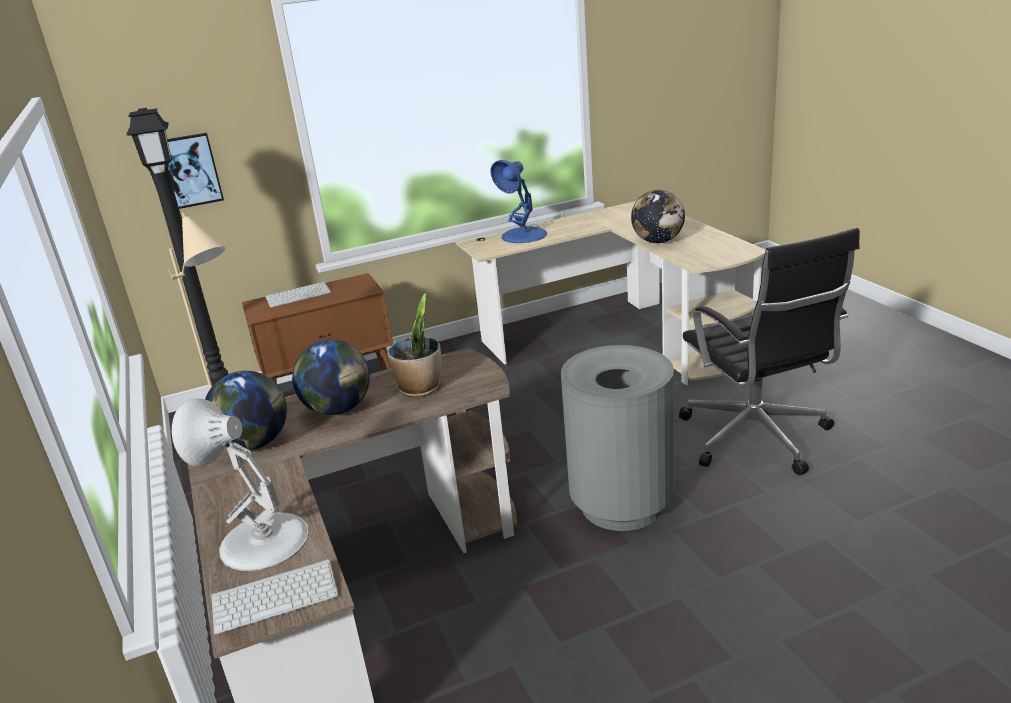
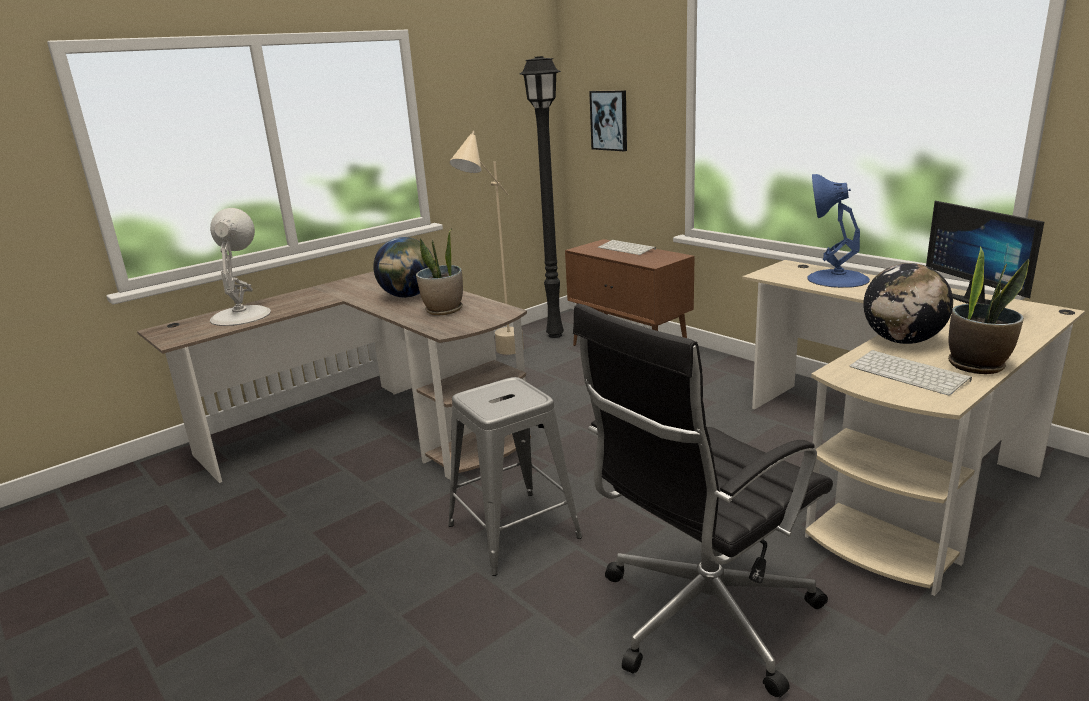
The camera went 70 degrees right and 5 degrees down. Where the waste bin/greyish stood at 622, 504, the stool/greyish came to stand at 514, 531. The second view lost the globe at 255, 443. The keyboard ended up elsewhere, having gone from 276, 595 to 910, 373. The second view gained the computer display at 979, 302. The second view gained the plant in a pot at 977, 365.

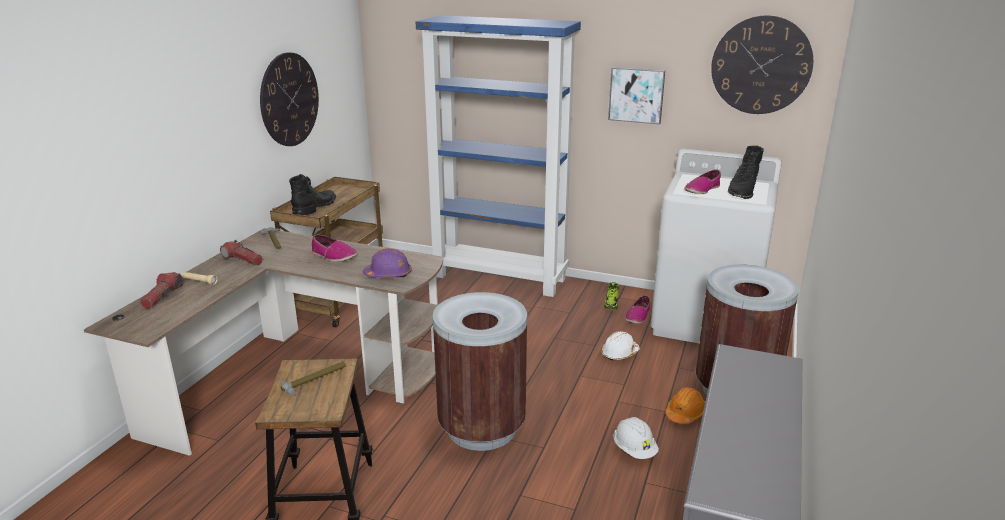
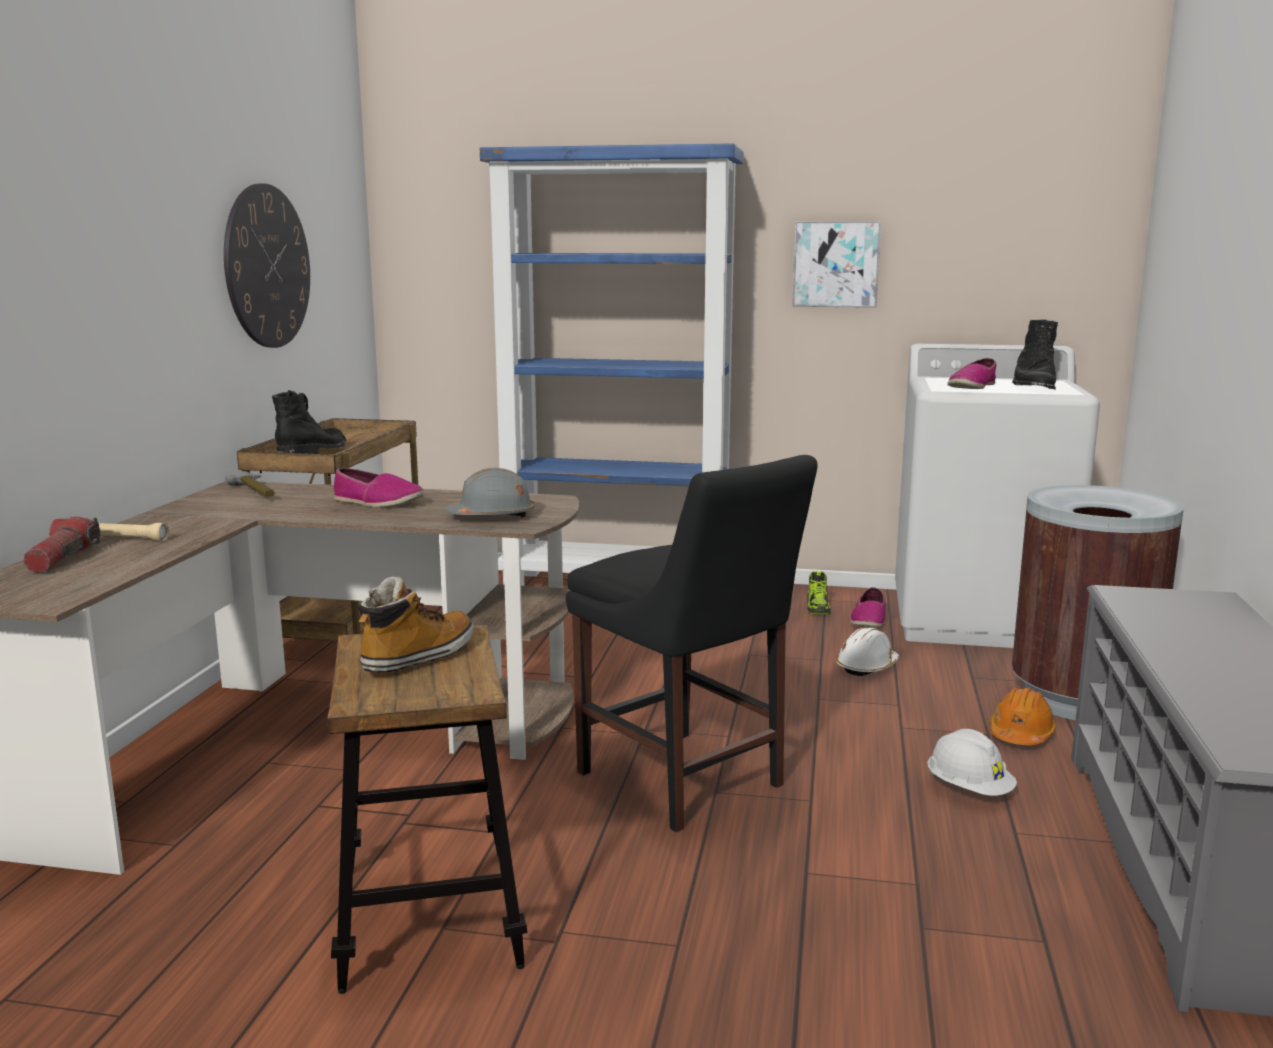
The camera went 10 degrees left and 10 degrees down. The second view lost the clock on the wall at 761, 65. The second view lost the hand torch at 242, 260. What was the safety helmet/purple at 388, 274 turned into the safety helmet/greyish at 492, 516. Where the waste bin/brown stood at 481, 428, the plain chair/blackish came to stand at 685, 783. Where the hand hammer stood at 314, 380, the high-top boot came to stand at 418, 656.

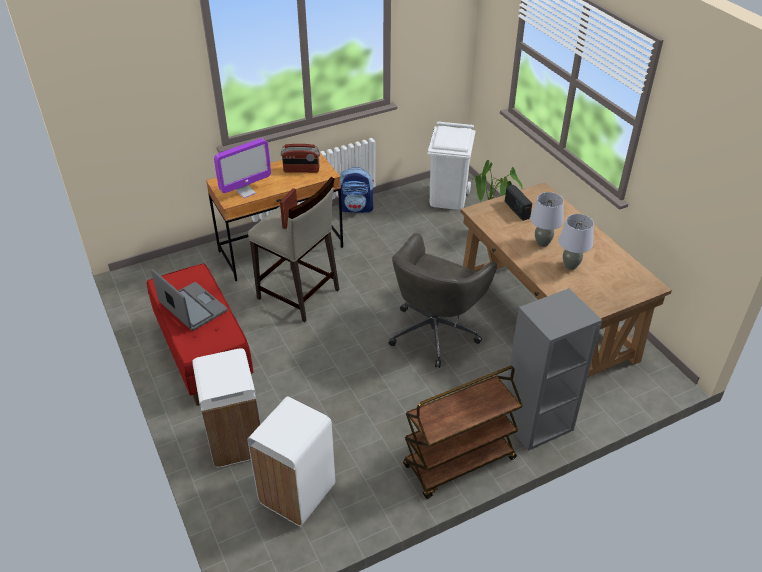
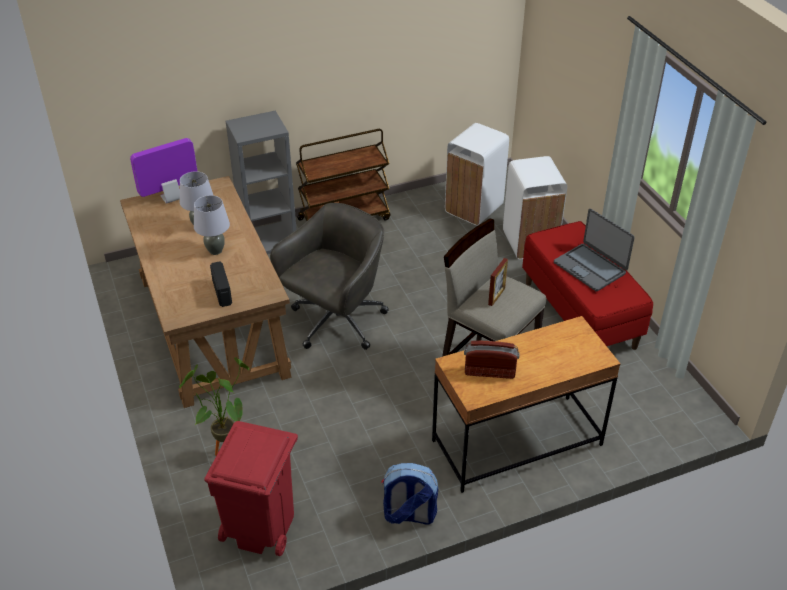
The camera went 175 degrees left and 0 degrees up. What was the waste bin/white at 448, 198 turned into the waste bin/red-coloured at 260, 527. The computer display ended up elsewhere, having gone from 246, 192 to 171, 198.

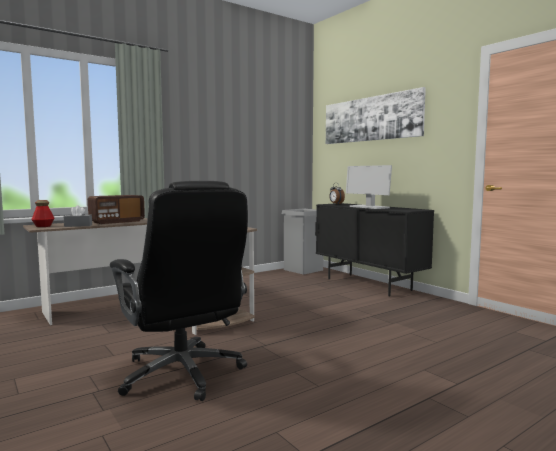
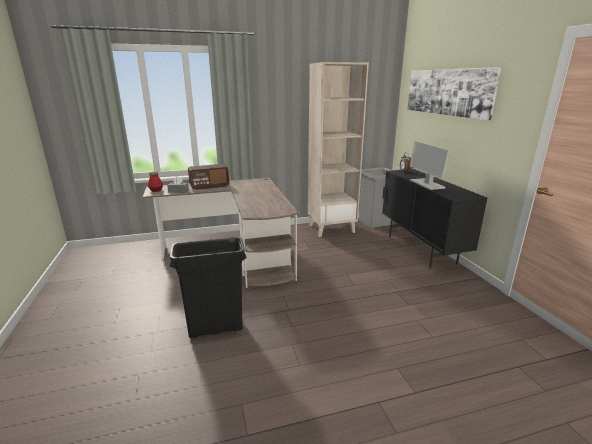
The camera went 20 degrees right and 15 degrees up. Where the desk chair/blackish stood at 183, 374, the waste bin/blackish came to stand at 215, 328. The second view gained the bookshelf/beige-coloured at 331, 228.

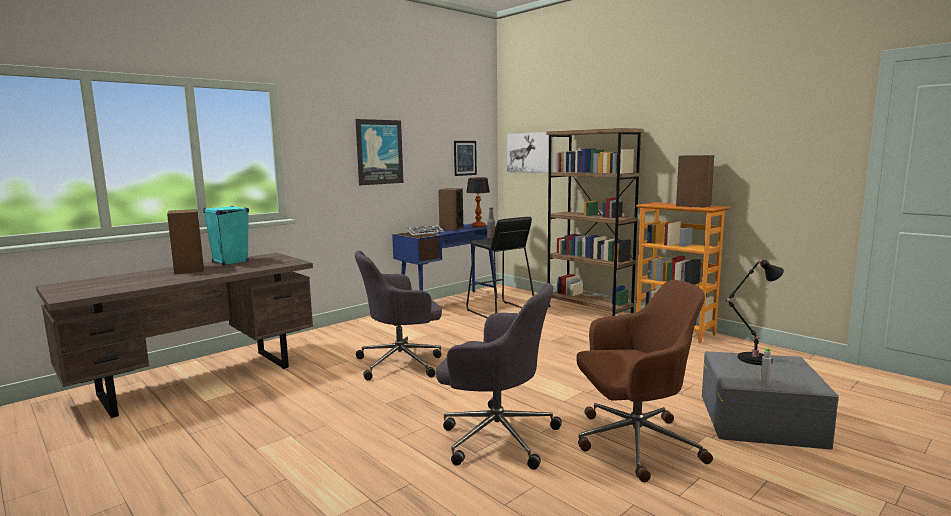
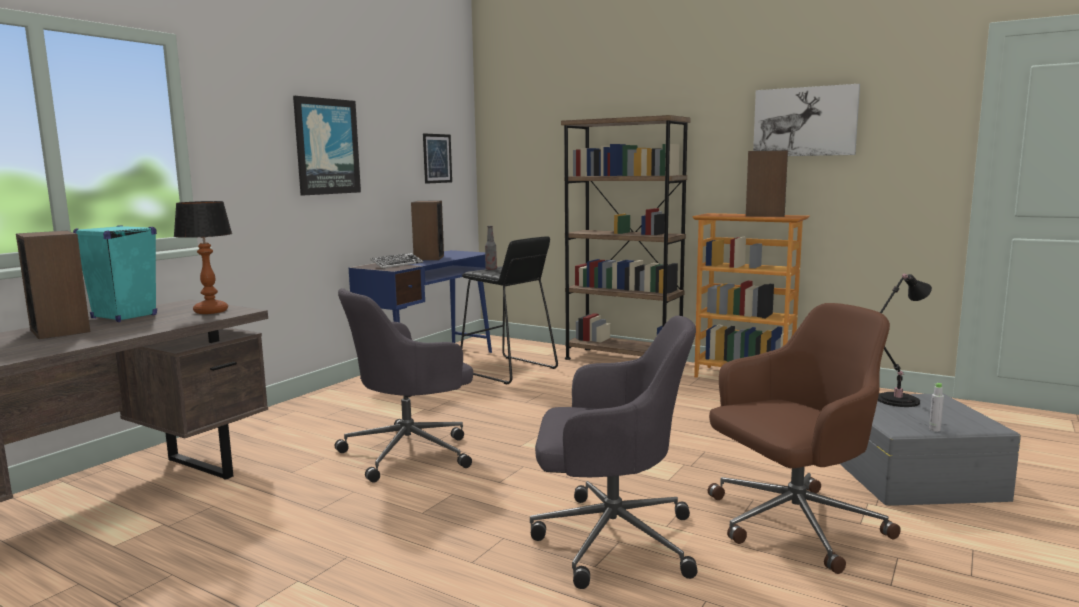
The camera went 15 degrees left and 0 degrees up. The wall picture ended up elsewhere, having gone from 530, 152 to 805, 122. The tabletop lamp ended up elsewhere, having gone from 478, 226 to 212, 311.

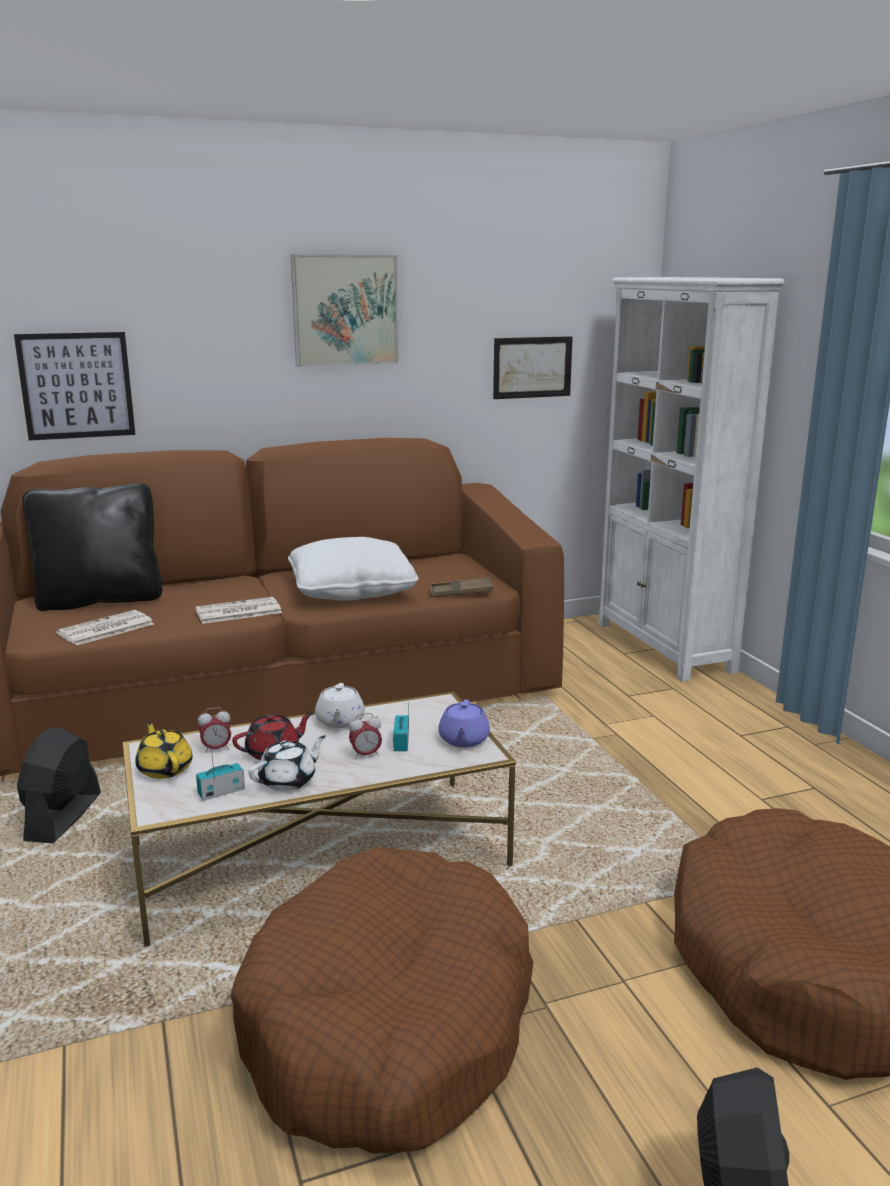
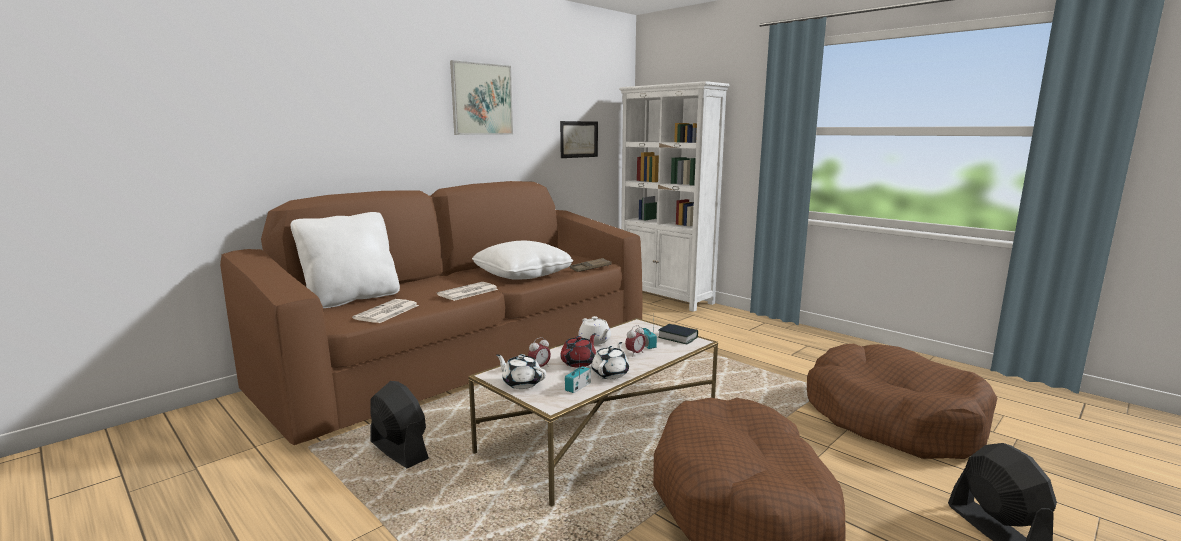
The camera went 25 degrees left and 5 degrees down. The second view lost the wall picture at 76, 385. What was the throw pillow/blackish at 100, 600 turned into the throw pillow/white at 352, 299. Where the pot for tea/purple stood at 463, 740, the bound book came to stand at 677, 337. What was the pot for tea/yellow-coloured at 165, 768 turned into the pot for tea/white at 521, 383. The electric fan/blackish at 63, 818 ended up facing another way, 150 degrees clockwise from before.

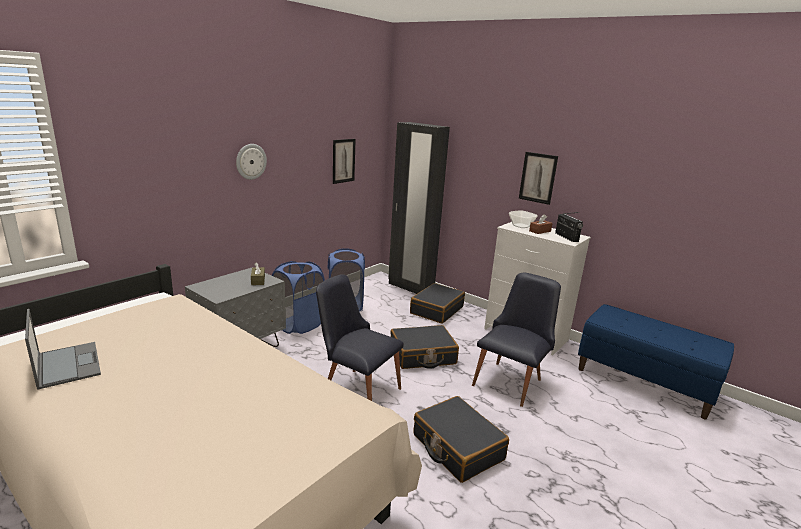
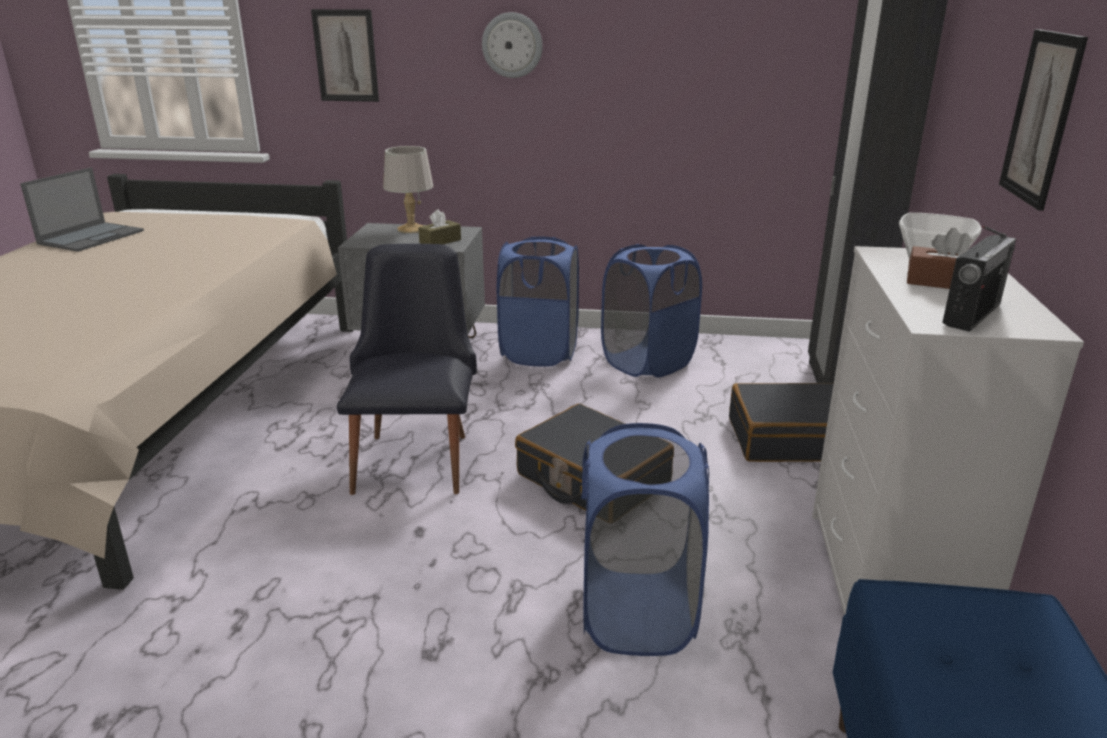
The camera went 60 degrees right and 5 degrees up. The wall picture ended up elsewhere, having gone from 343, 161 to 346, 56. Where the plain chair/blackish stood at 511, 380, the washing basket/blue came to stand at 637, 614. The second view lost the travel case/blackish at 457, 447. The second view gained the tabletop lamp/greyish at 410, 229.

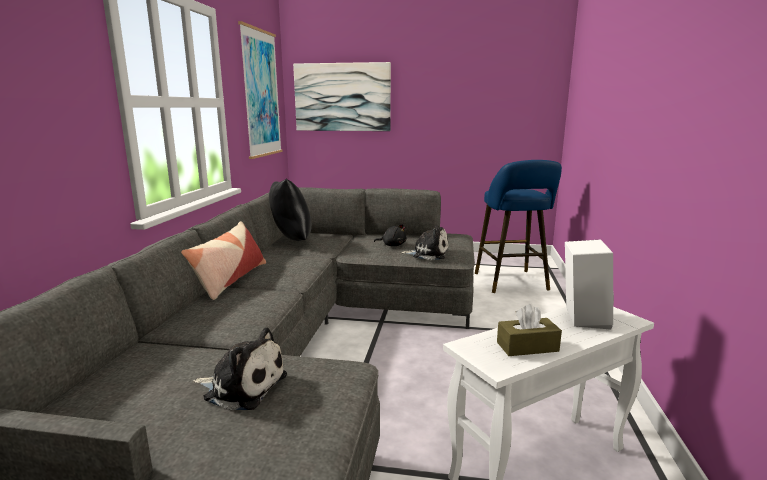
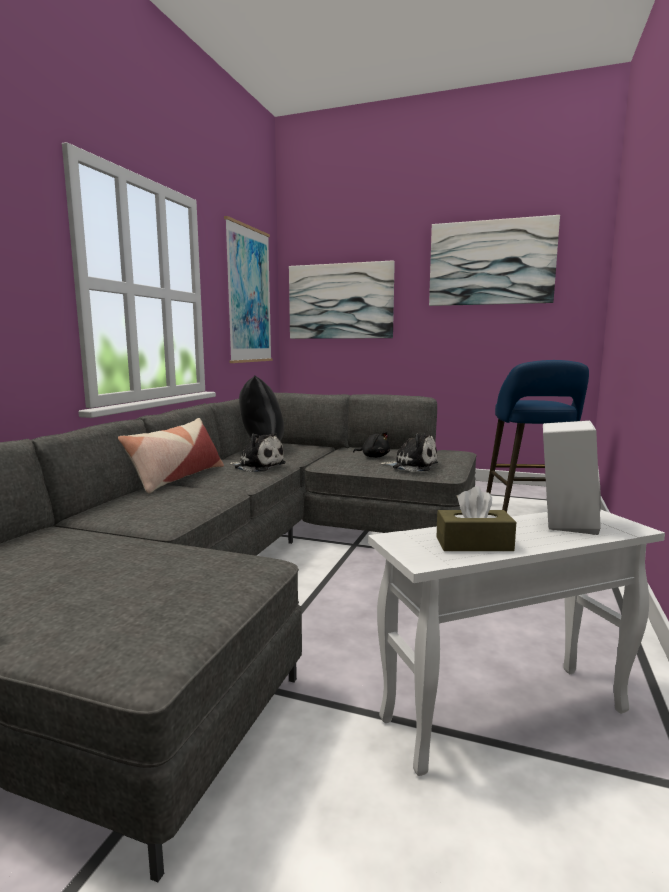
The camera went 10 degrees right and 5 degrees down. The cuddly toy ended up elsewhere, having gone from 242, 386 to 258, 466. The second view gained the wall picture at 491, 263.

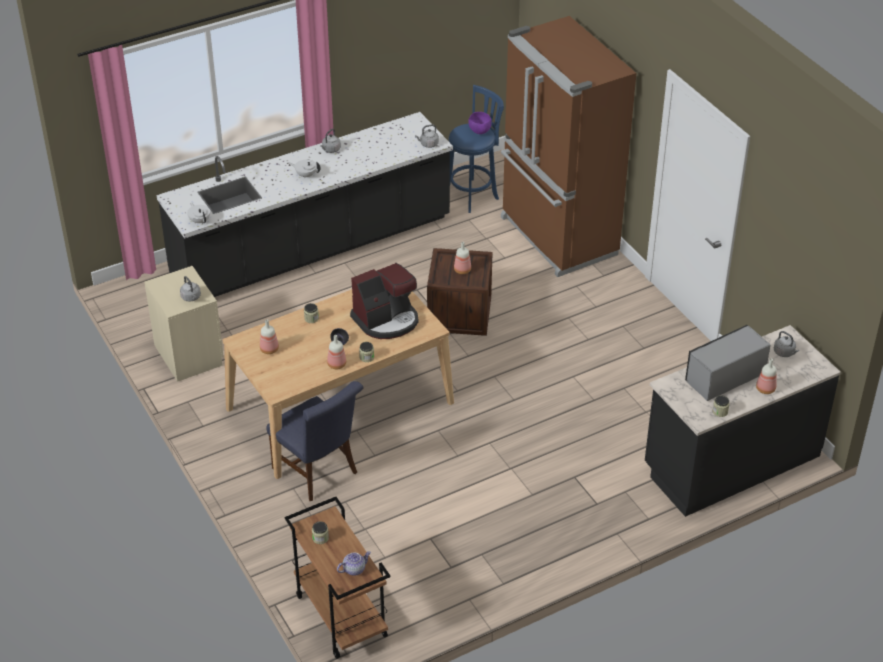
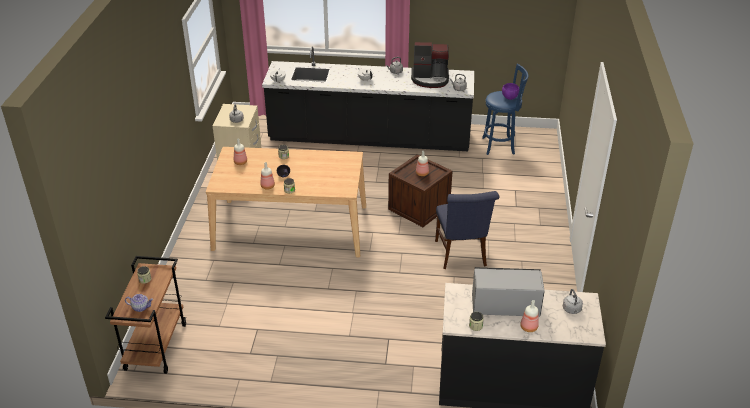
The camera went 35 degrees right and 5 degrees down. The second view lost the refrigerator/brown at 557, 237. The coffee maker ended up elsewhere, having gone from 386, 320 to 430, 79. The plain chair/blue ended up elsewhere, having gone from 318, 472 to 461, 255.

